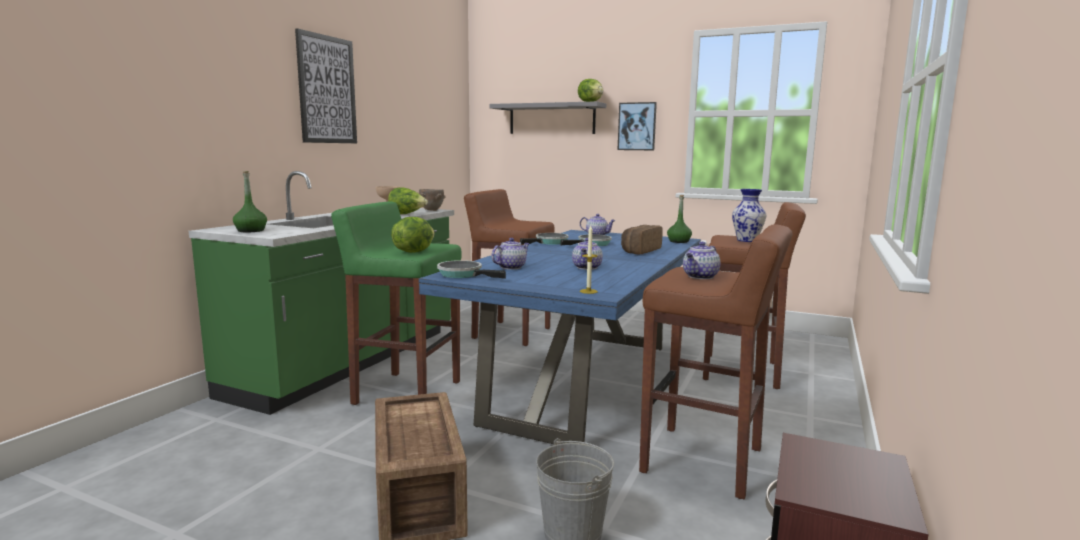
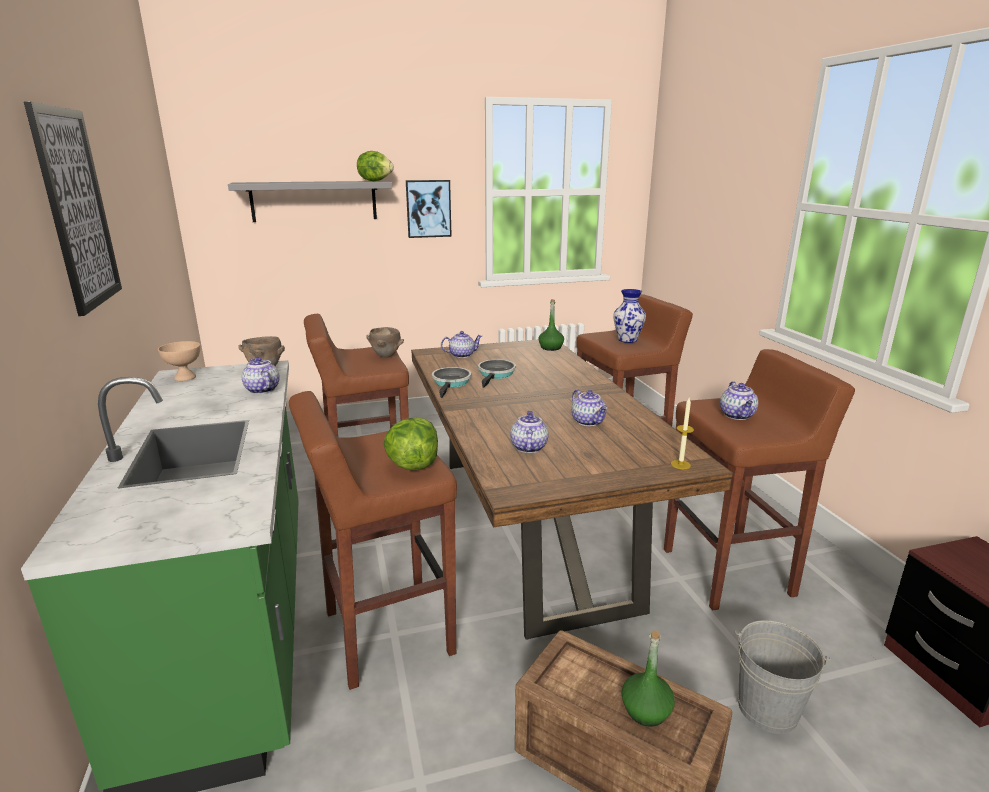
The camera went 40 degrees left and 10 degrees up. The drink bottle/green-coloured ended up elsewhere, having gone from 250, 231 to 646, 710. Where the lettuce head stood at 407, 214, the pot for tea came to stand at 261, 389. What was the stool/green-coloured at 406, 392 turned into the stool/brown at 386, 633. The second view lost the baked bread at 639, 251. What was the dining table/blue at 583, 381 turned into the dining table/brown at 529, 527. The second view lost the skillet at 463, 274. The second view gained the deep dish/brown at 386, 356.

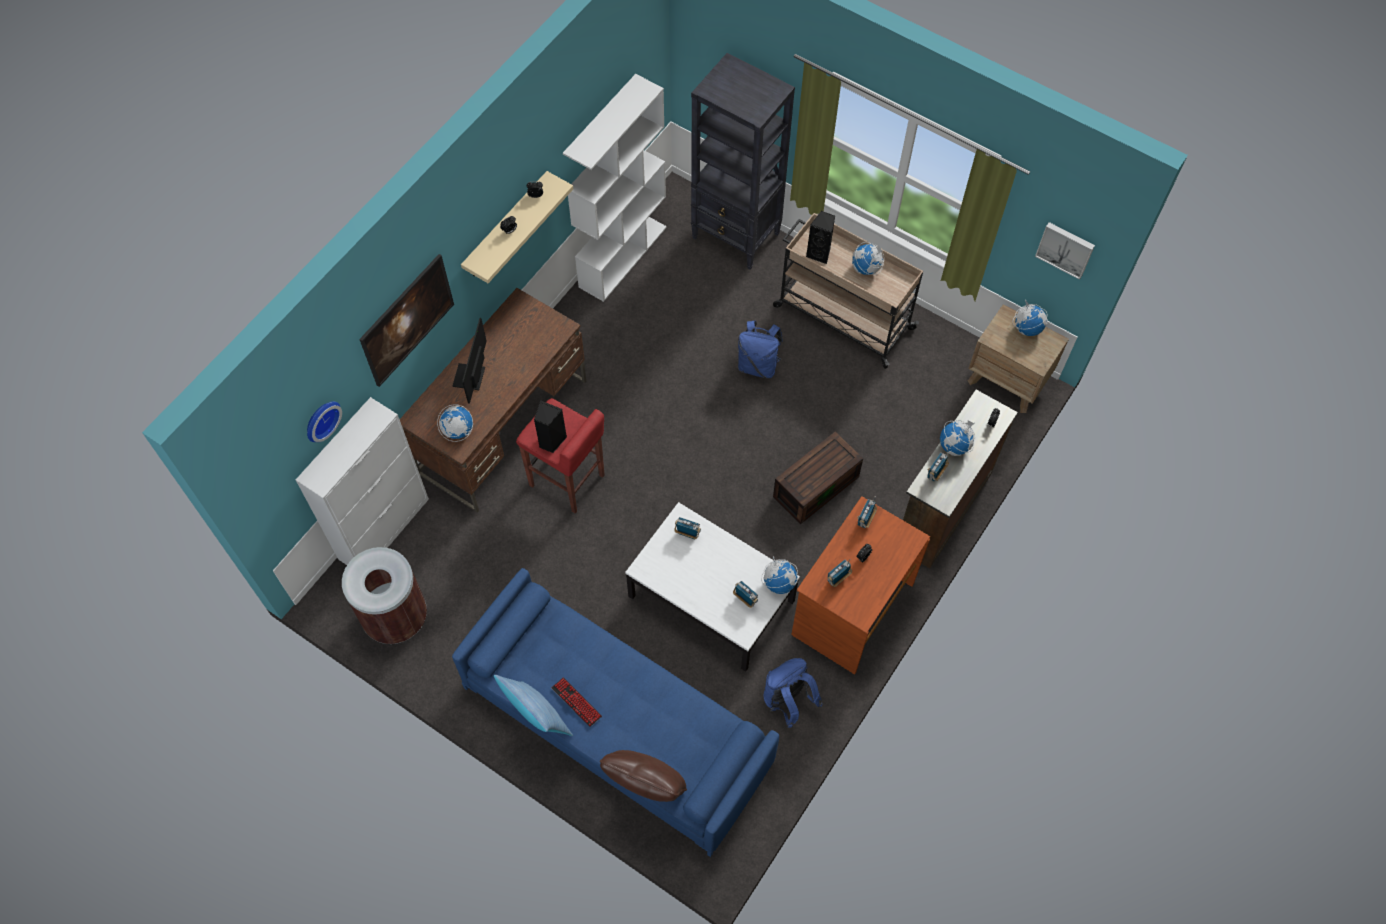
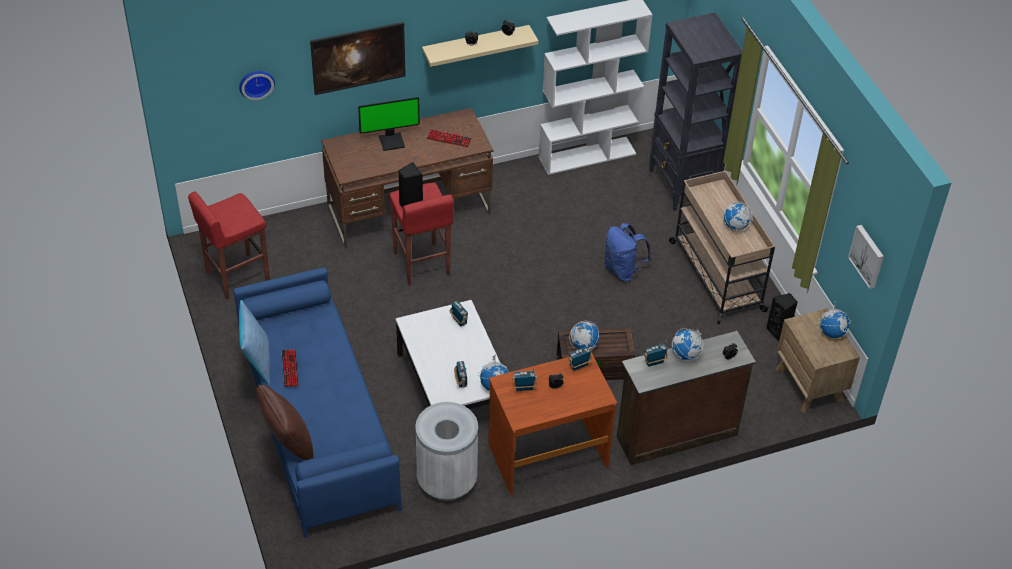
The camera went 35 degrees right and 15 degrees down. The loudspeaker/blackish ended up elsewhere, having gone from 820, 253 to 779, 332. The computer display at 470, 378 ended up facing another way, 150 degrees counterclockwise from before. The second view lost the cabinet/white at 384, 528. The globe ended up elsewhere, having gone from 457, 431 to 583, 345. Where the waste bin/brown stood at 395, 617, the stool/red-coloured came to stand at 236, 276. Where the rucksack/blue stood at 787, 701, the waste bin/white came to stand at 446, 481. The second view gained the keyboard at 449, 139.

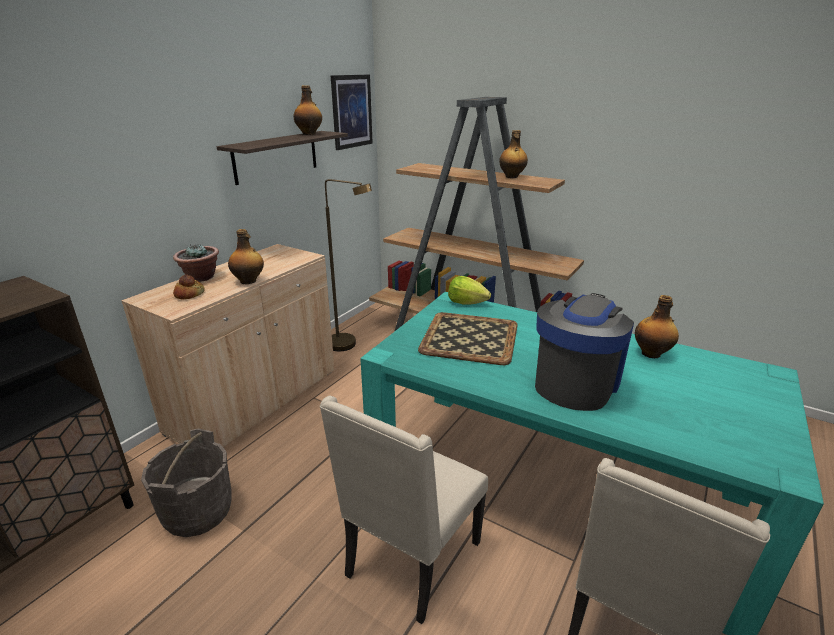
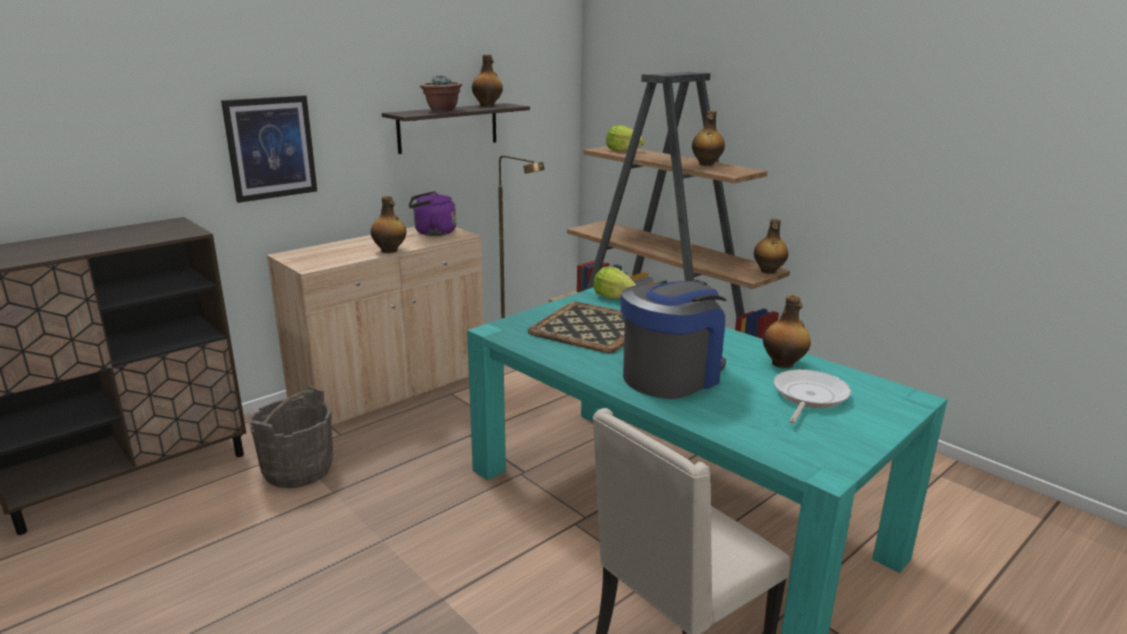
The camera went 15 degrees right and 5 degrees down. The wall picture ended up elsewhere, having gone from 351, 111 to 271, 148. The plant in a pot ended up elsewhere, having gone from 201, 277 to 442, 110. The second view lost the baked bread at 189, 294. The second view lost the plain chair/beige-coloured at 411, 560. The second view gained the lettuce head at 623, 151. The second view gained the kettle/purple at 432, 232. The second view gained the drink bottle at 768, 271. The second view gained the skillet at 808, 396.

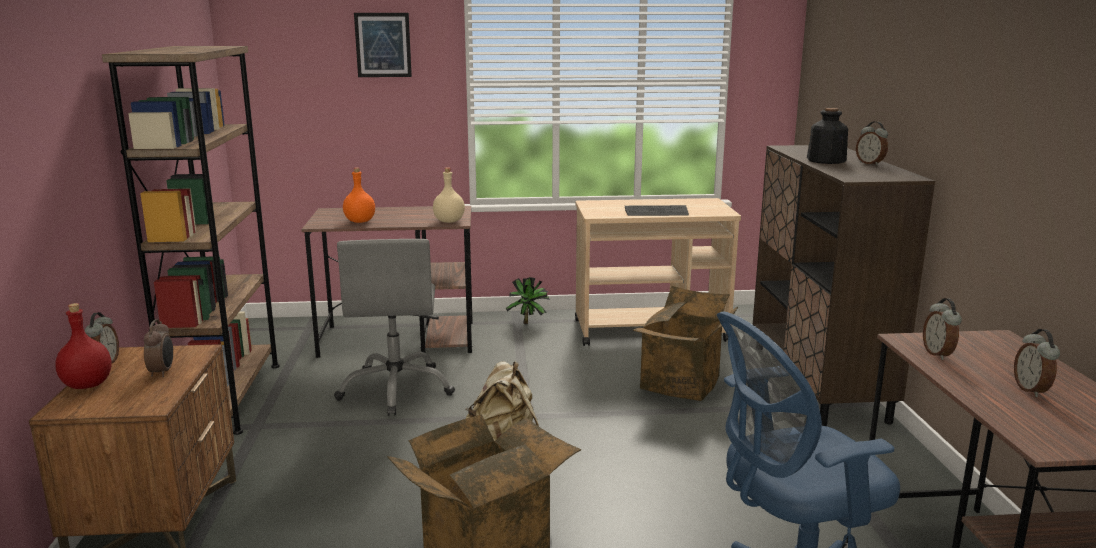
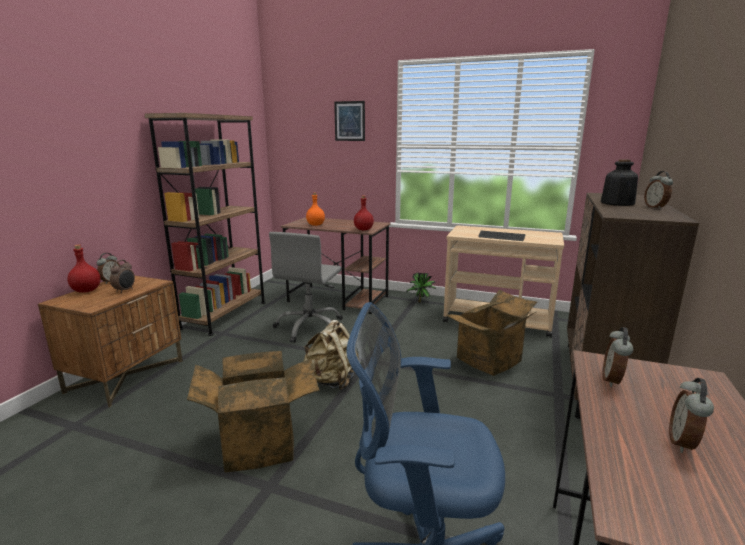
The camera went 25 degrees right and 0 degrees up. What was the drink bottle/beige-coloured at 449, 221 turned into the drink bottle/red-coloured at 363, 230.

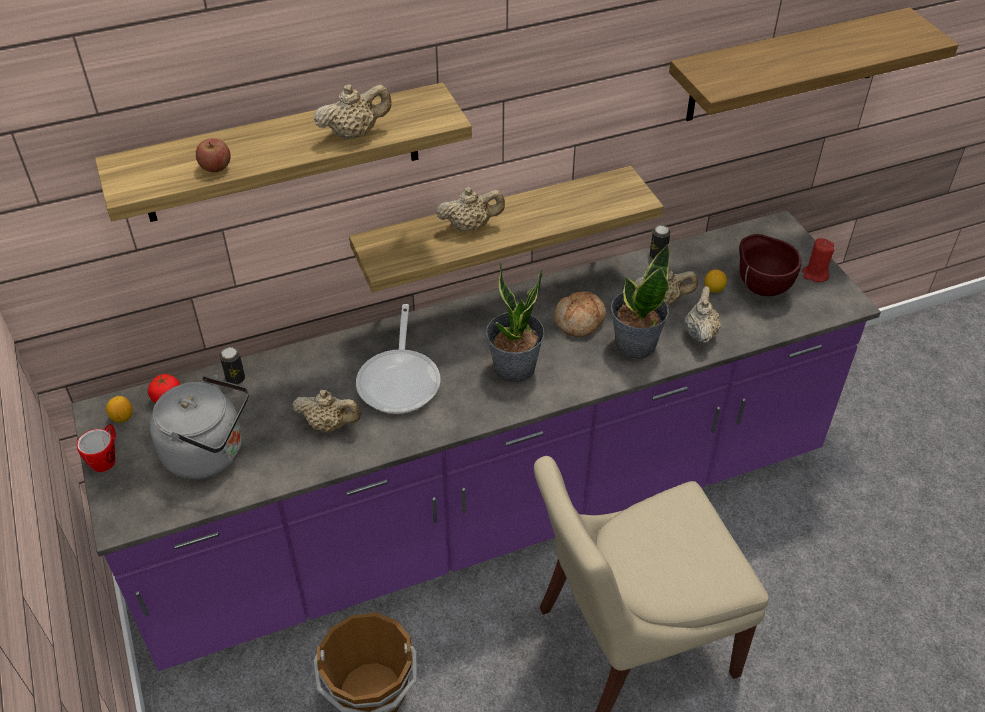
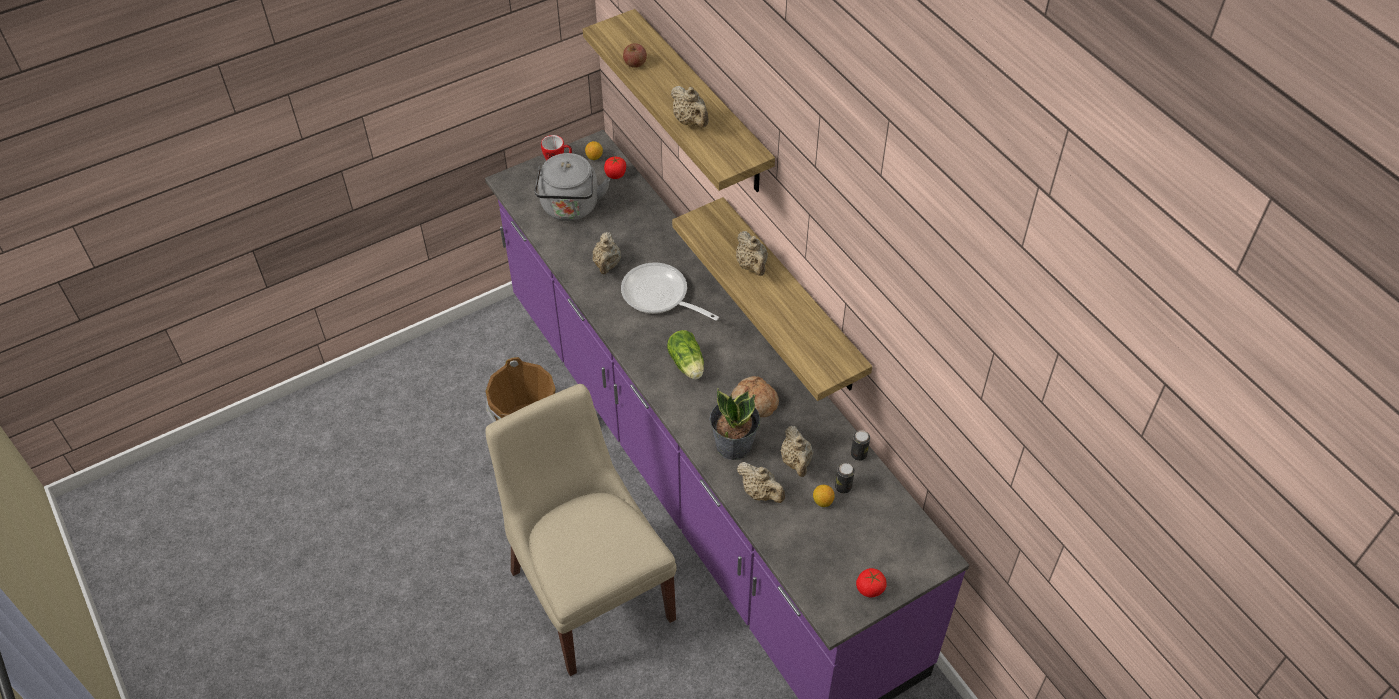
The camera went 80 degrees right and 5 degrees up. The second view lost the bracket shelf at 786, 65. The second view lost the deep dish/brown at 761, 287. Where the candle/red-coloured stood at 815, 274, the tomato came to stand at 870, 588. Where the plant in a pot stood at 514, 368, the lettuce head came to stand at 687, 365. The pot for tea/beige-coloured at 700, 332 ended up facing another way, 45 degrees clockwise from before. The skillet at 400, 380 ended up facing another way, 45 degrees clockwise from before. The sealed can ended up elsewhere, having gone from 235, 379 to 843, 487.

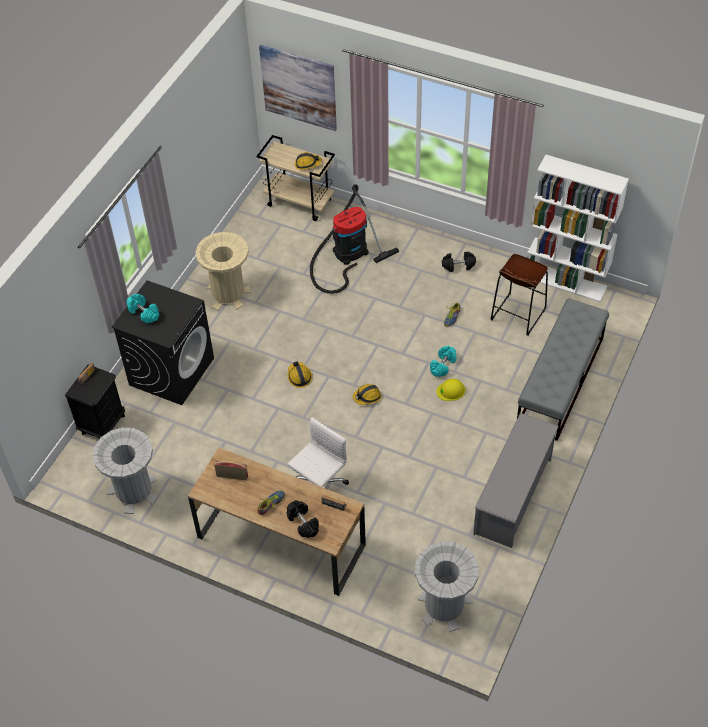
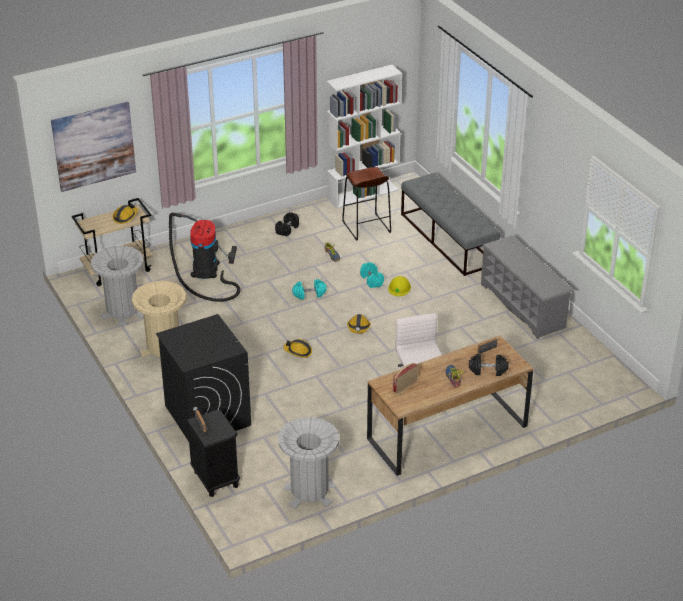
The camera went 55 degrees left and 15 degrees down. The free weight/turquoise-coloured ended up elsewhere, having gone from 144, 313 to 309, 294. The waste bin/greyish ended up elsewhere, having gone from 444, 606 to 123, 311.

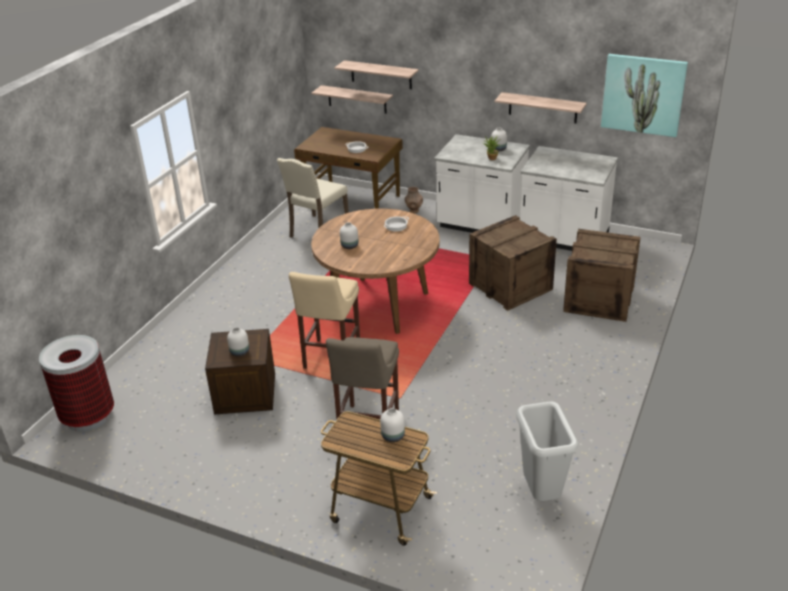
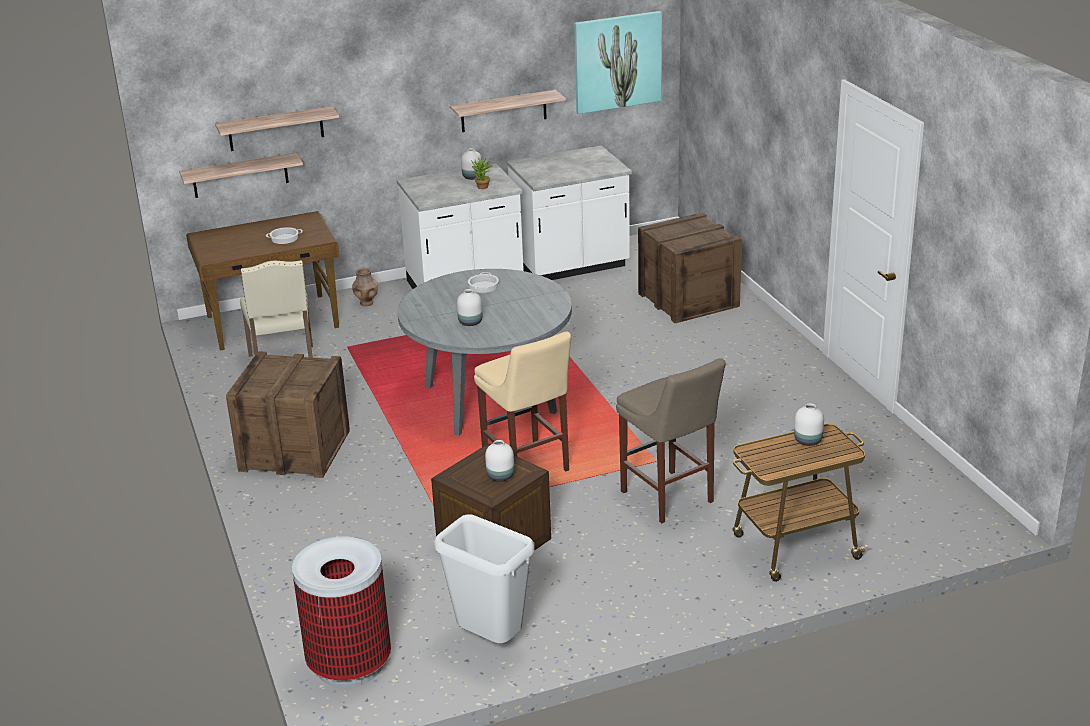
The camera went 45 degrees left and 5 degrees down. What was the dining table/brown at 379, 305 turned into the dining table/greyish at 490, 400. The crate ended up elsewhere, having gone from 510, 287 to 294, 451. The waste bin/greyish ended up elsewhere, having gone from 540, 494 to 489, 641.

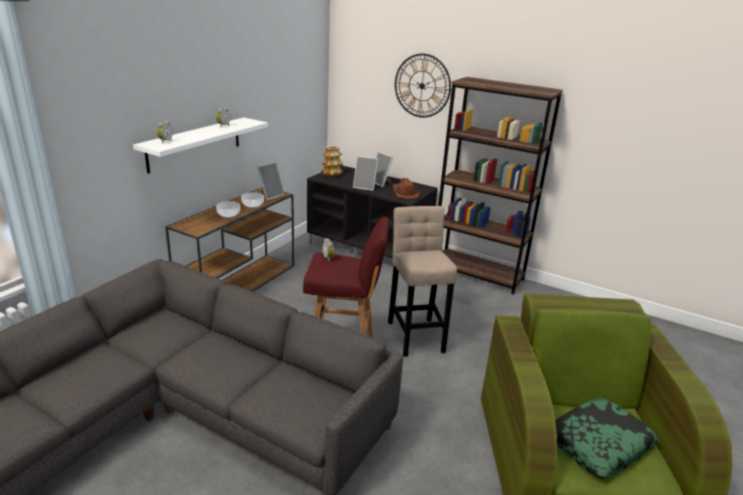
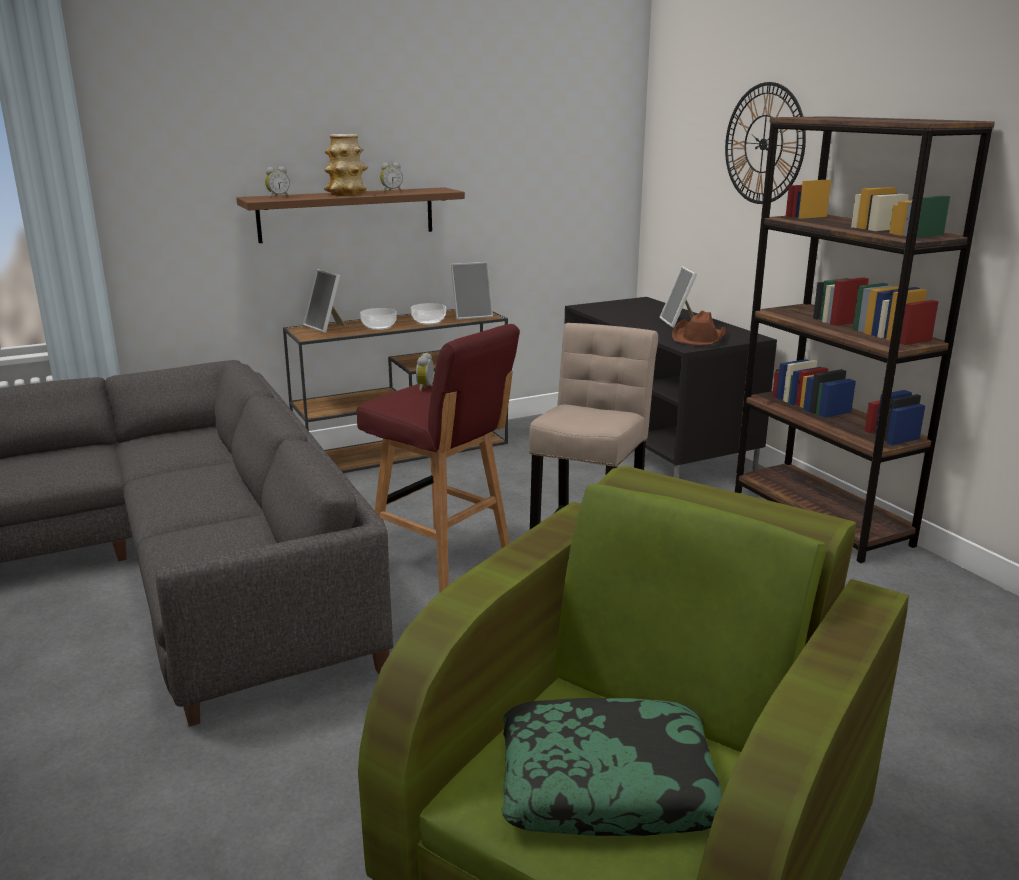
The camera went 35 degrees right and 5 degrees down. What was the bracket shelf/white at 195, 144 turned into the bracket shelf/brown at 347, 214. The decorative vase ended up elsewhere, having gone from 332, 174 to 346, 194. The picture frame ended up elsewhere, having gone from 365, 187 to 326, 327.

